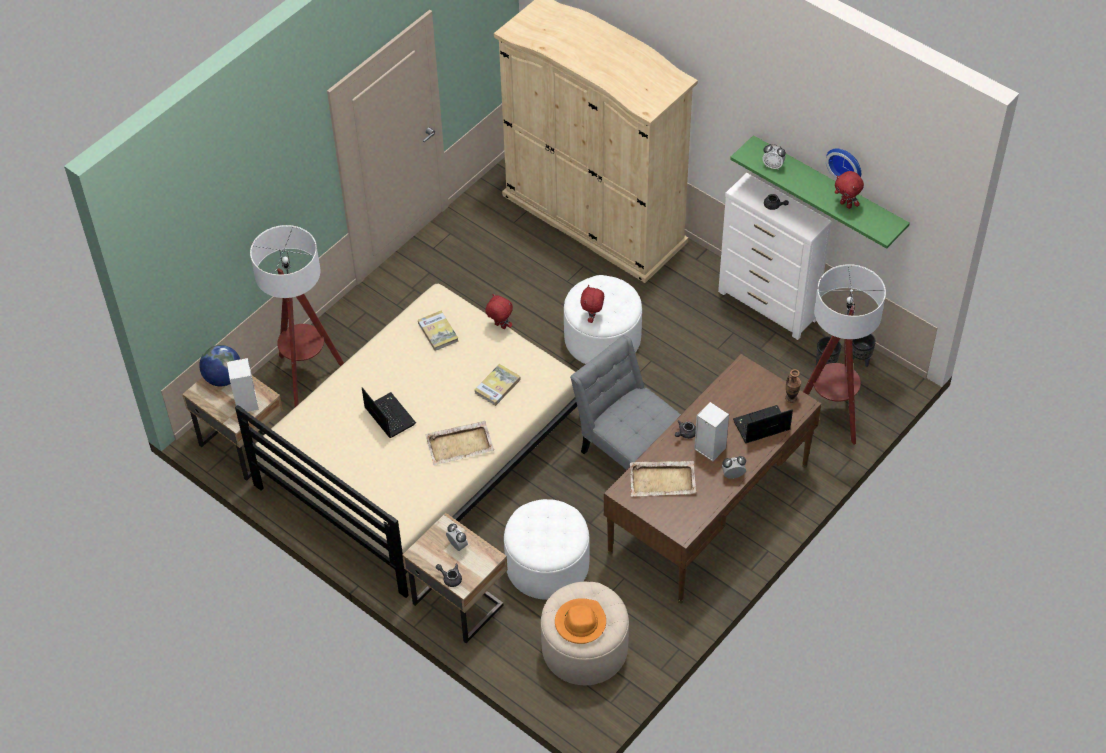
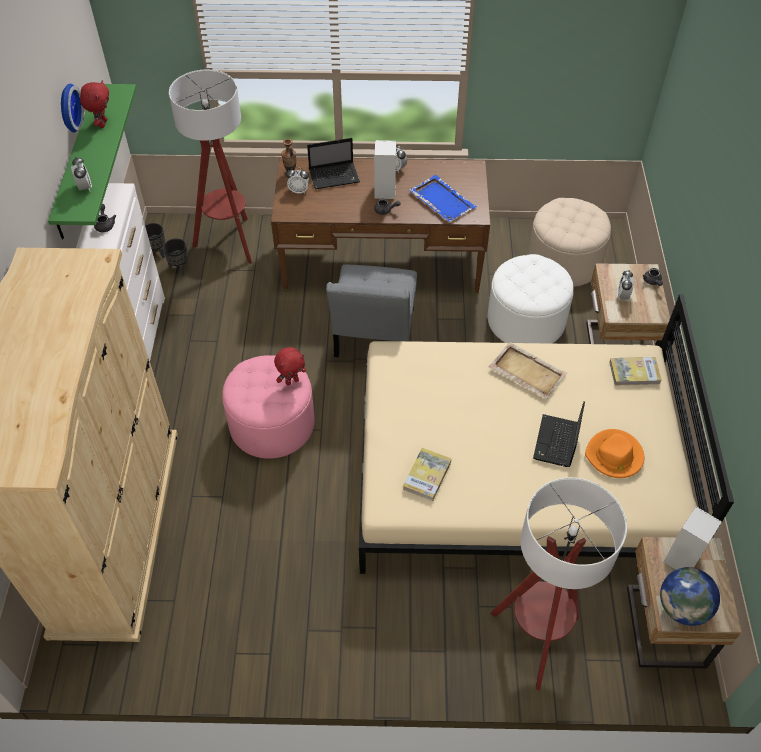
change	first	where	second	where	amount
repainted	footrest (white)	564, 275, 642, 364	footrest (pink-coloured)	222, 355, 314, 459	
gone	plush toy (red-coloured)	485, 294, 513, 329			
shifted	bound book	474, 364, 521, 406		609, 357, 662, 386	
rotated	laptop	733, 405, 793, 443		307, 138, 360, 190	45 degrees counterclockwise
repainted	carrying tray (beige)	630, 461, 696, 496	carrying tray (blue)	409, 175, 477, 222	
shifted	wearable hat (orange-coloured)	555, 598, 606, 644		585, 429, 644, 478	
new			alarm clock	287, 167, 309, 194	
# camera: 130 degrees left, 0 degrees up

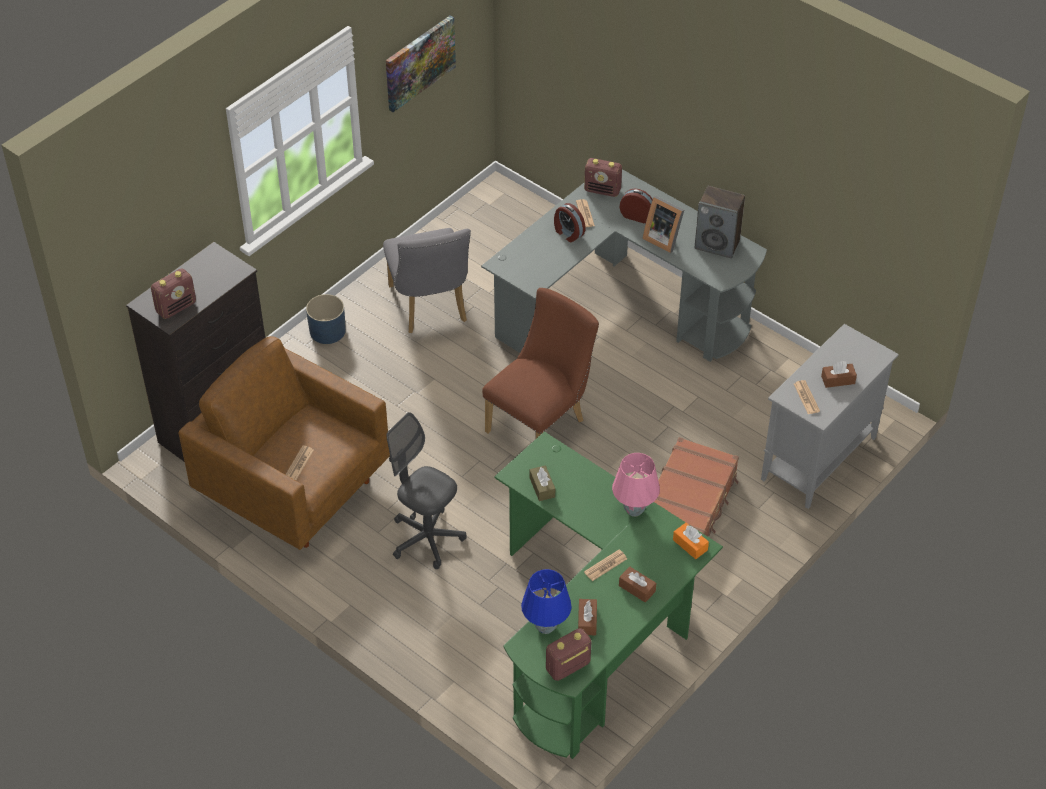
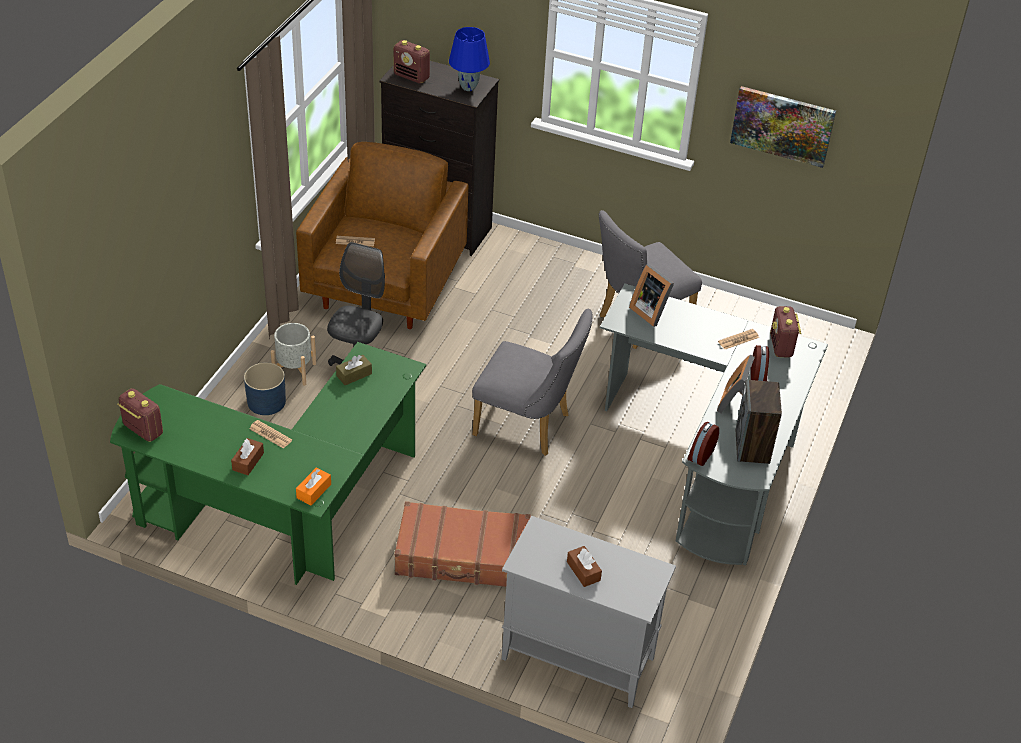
change	first	where	second	where	amount
shifted	alarm clock	554, 203, 585, 242		687, 422, 719, 466	
repainted	upright chair (brown)	482, 288, 599, 439	upright chair (grey)	472, 309, 593, 456	
shifted	planter (blue)	306, 294, 346, 344		244, 363, 286, 415	
gone	newspaper	794, 380, 820, 414			
gone	table lamp (pink-coloured)	612, 453, 660, 517			
shifted	table lamp (blue)	521, 569, 572, 634		449, 27, 490, 91	
gone	tissue holder (brown)	578, 599, 597, 635			
new			picture frame	629, 264, 674, 327	
new			planter (grey)	271, 323, 316, 386	
# camera: 70 degrees right, 5 degrees down

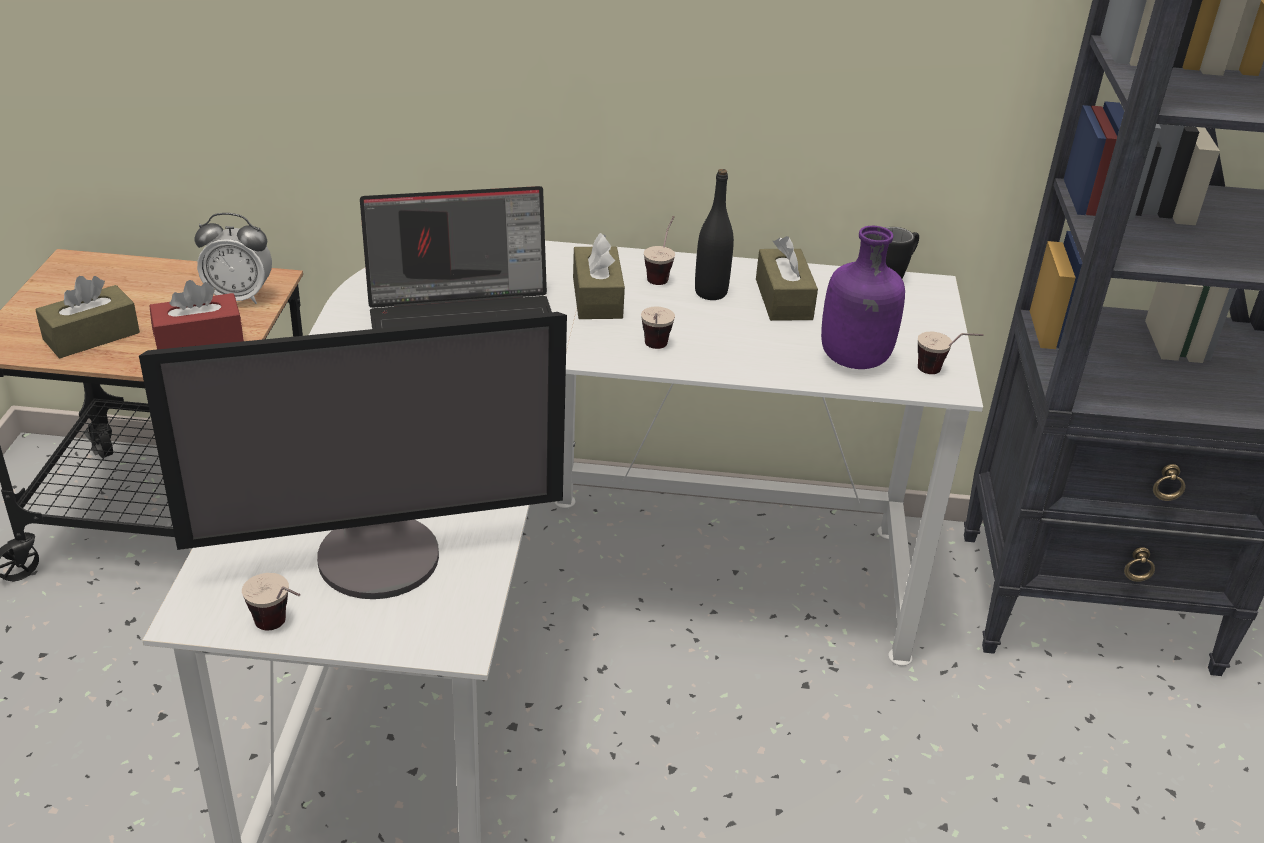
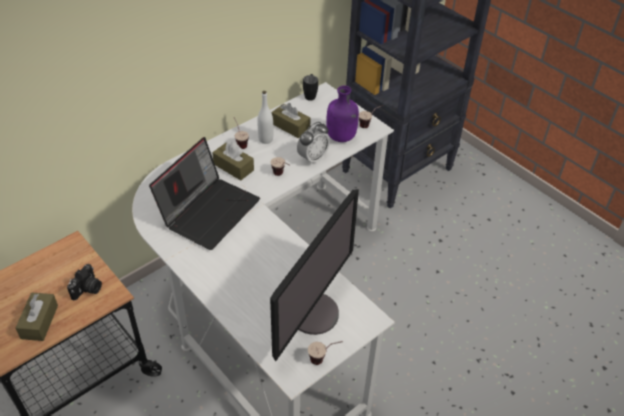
change	first	where	second	where	amount
repainted	beverage bottle (blackish)	695, 169, 734, 300	beverage bottle (white)	257, 91, 273, 144	
shifted	alarm clock	194, 213, 272, 304		297, 122, 330, 165	
swapped	tissue holder (red-coloured)	149, 280, 244, 349	photo camera	67, 264, 102, 300	
# camera: 45 degrees left, 10 degrees up

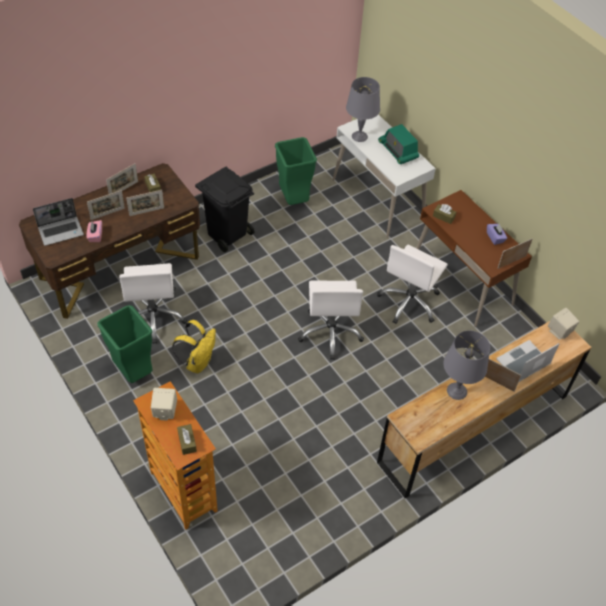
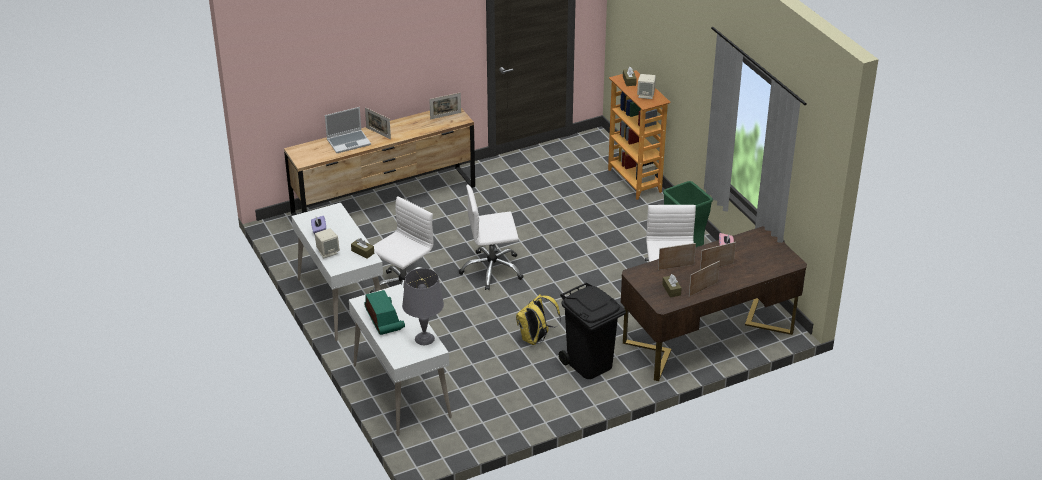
change	first	where	second	where	amount
gone	waste bin (greenish)	275, 137, 317, 205			
repainted	desk (brown)	416, 190, 532, 327	desk (white)	292, 203, 383, 341	
gone	laptop	33, 198, 84, 246			
shifted	picture frame	497, 238, 533, 269		429, 92, 461, 119	
rotated	desk chair (white)	298, 280, 364, 360		459, 185, 524, 290	105 degrees counterclockwise
shifted	speaker (beige)	548, 308, 579, 340		315, 228, 340, 258	
shifted	rucksack (yellow)	172, 320, 216, 373		516, 294, 561, 345	
gone	table lamp (grey)	443, 331, 490, 400			
# camera: 170 degrees left, 15 degrees down

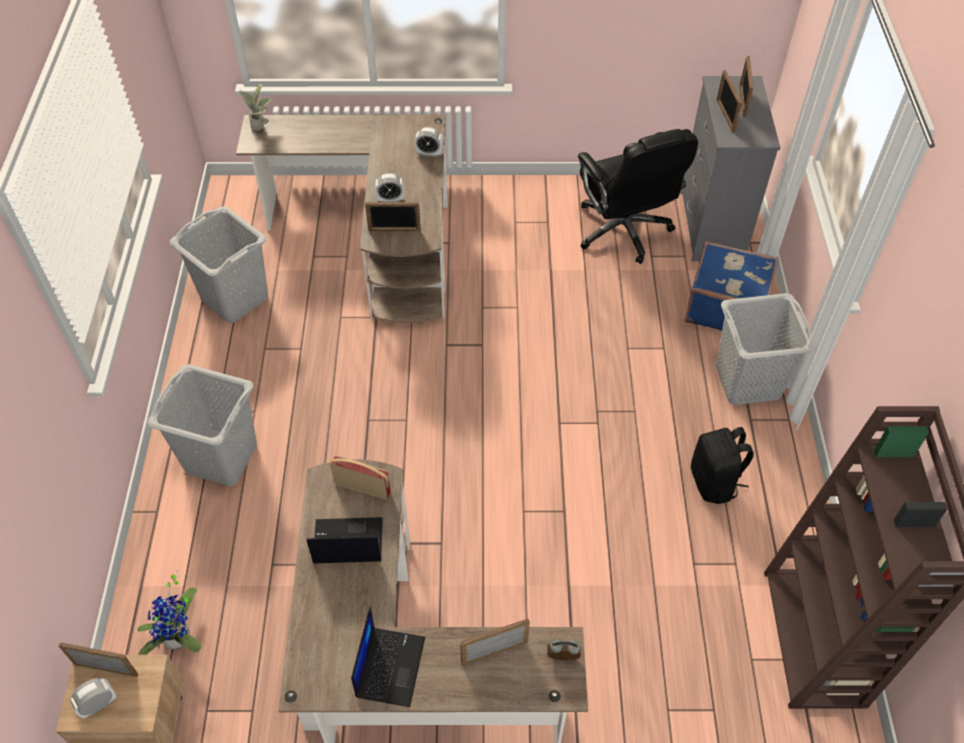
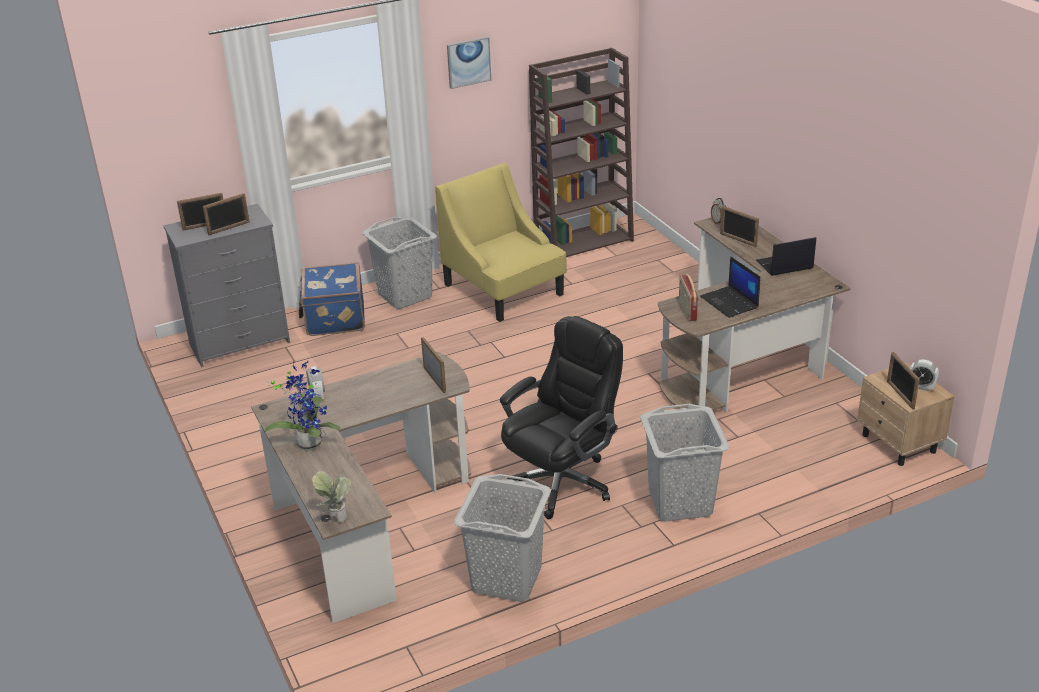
change	first	where	second	where	amount
shifted	desk chair (blackish)	578, 129, 698, 264		500, 316, 623, 519	
gone	alarm clock	375, 173, 404, 202			
swapped	rucksack (blackish)	691, 427, 754, 504	easy chair (yellow)	435, 163, 567, 322	
shifted	potted plant	137, 570, 201, 655		265, 361, 340, 450	
new			picture	447, 37, 491, 89	
# camera: 115 degrees left, 20 degrees down

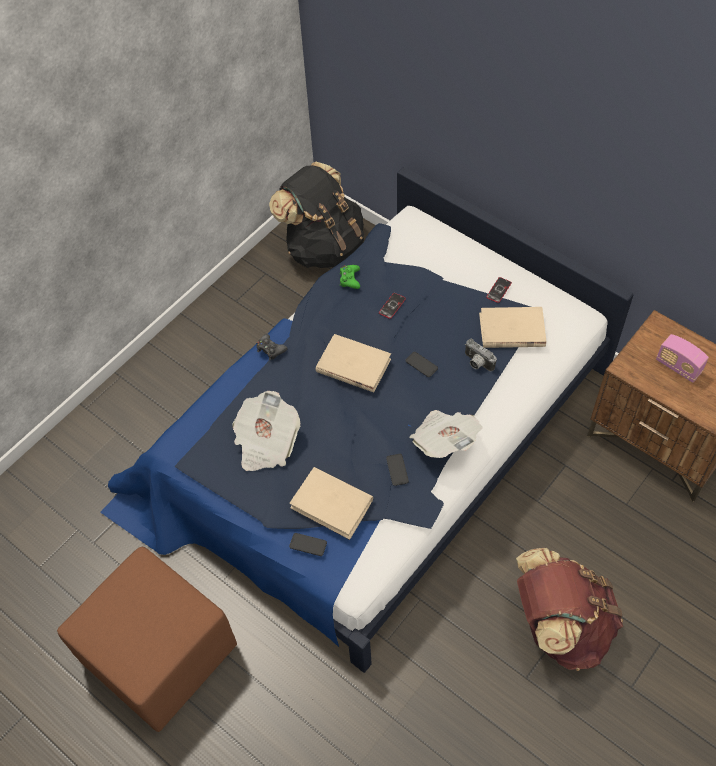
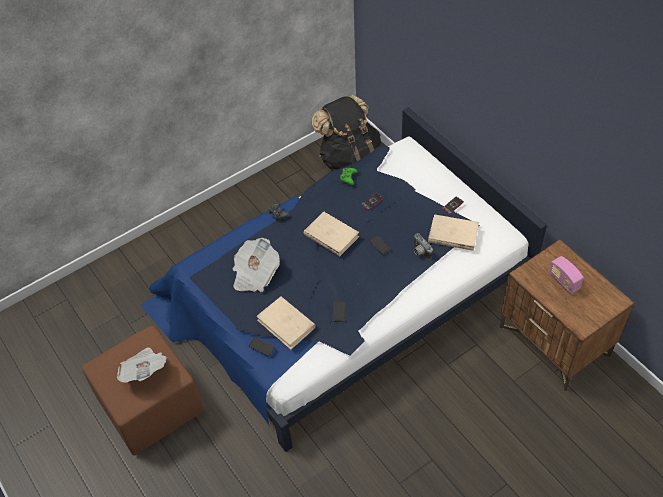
change	first	where	second	where	amount
shifted	newspaper	409, 410, 483, 458		117, 347, 167, 383	
gone	rucksack (brown)	516, 548, 623, 671			
# camera: 15 degrees right, 5 degrees down

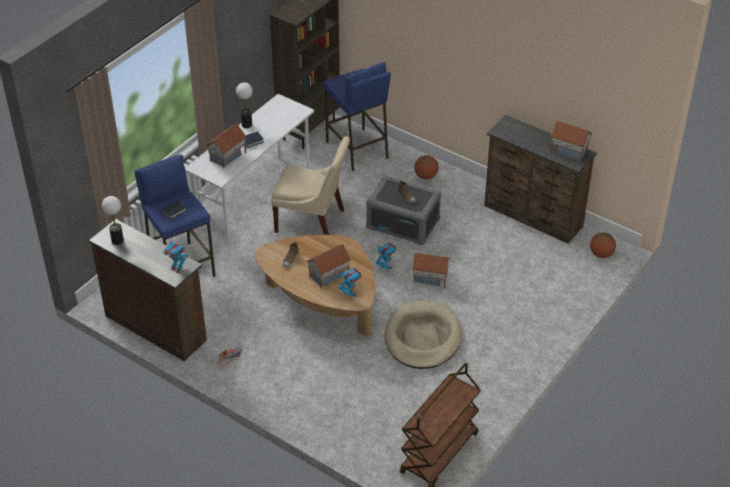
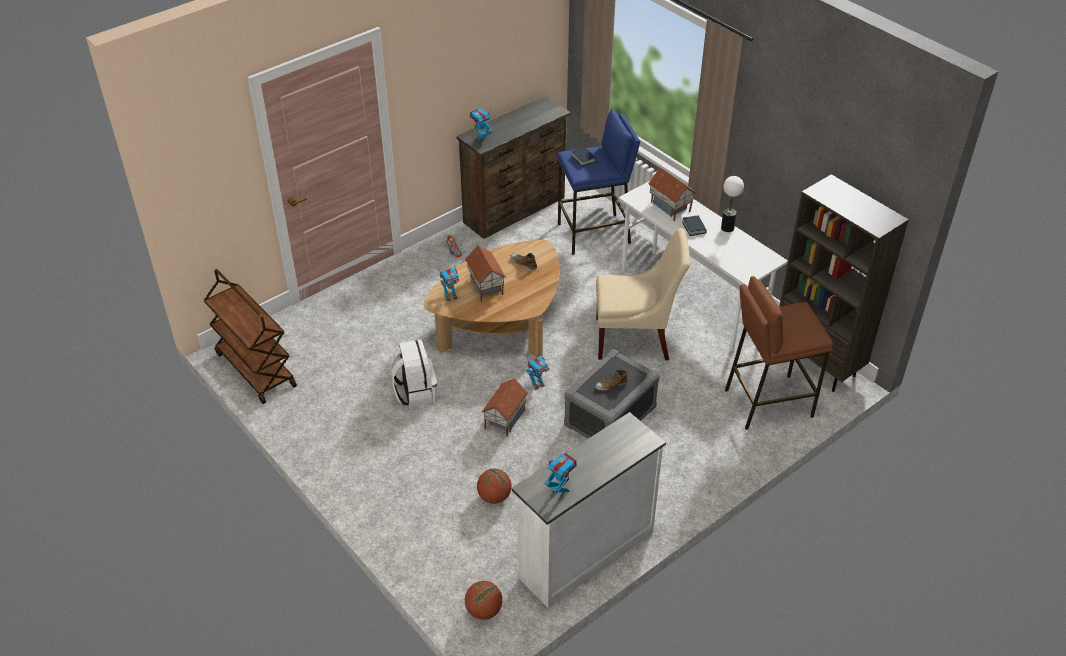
change	first	where	second	where	amount
repainted	stool (blue)	324, 62, 391, 171	stool (brown)	725, 276, 833, 430	
repainted	chest of drawers (brown)	484, 115, 597, 244	chest of drawers (white)	512, 412, 666, 608	
swapped	miniature house	550, 121, 593, 162	robot figure	545, 453, 577, 497	
rotated	upright chair (beige)	271, 136, 350, 235		596, 228, 690, 360	120 degrees counterclockwise
shifted	ball for basketball	414, 155, 439, 179		477, 469, 512, 504	
gone	table lamp	102, 196, 124, 245			
swapped	dog bed (beige)	384, 301, 462, 369	rucksack (white)	390, 340, 437, 407	
# camera: 105 degrees right, 0 degrees up

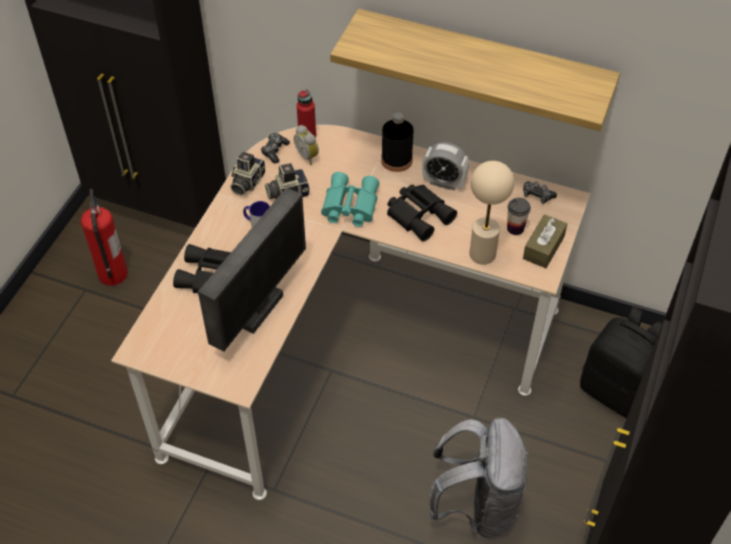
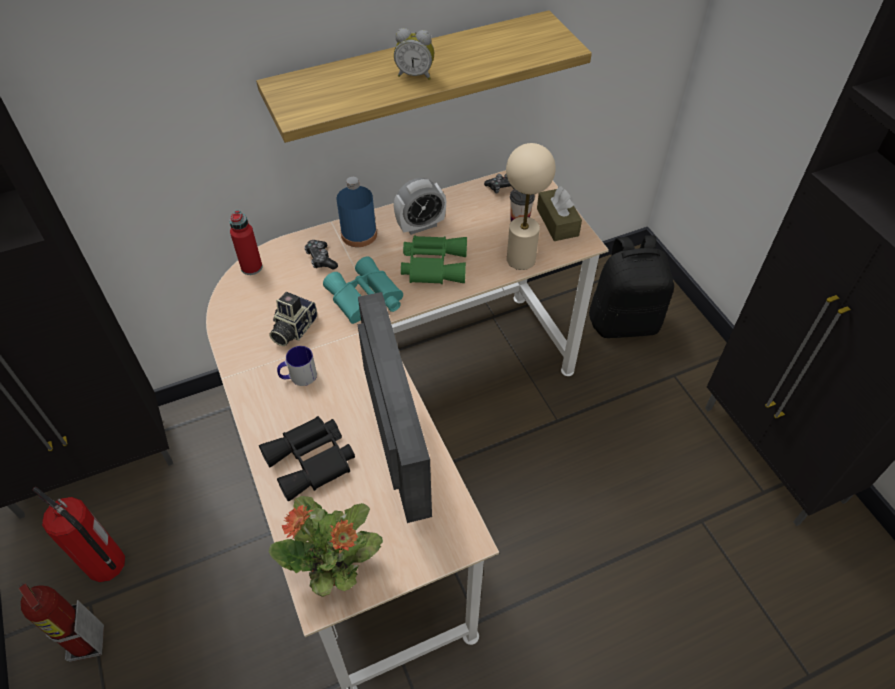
change	first	where	second	where	amount
repainted	beverage bottle (blackish)	381, 112, 414, 172	beverage bottle (blue)	337, 177, 377, 247	
shifted	alarm clock	294, 125, 319, 165		394, 28, 434, 80	
shifted	gamepad	261, 133, 290, 163		304, 240, 338, 270	
gone	photo camera	230, 152, 265, 196			
repainted	binoculars (blackish)	387, 185, 457, 242	binoculars (greenish)	401, 235, 467, 284	
gone	rucksack (grey)	428, 418, 529, 538			
new			potted plant	268, 496, 383, 597	
new			extinguisher	18, 583, 104, 662	
# camera: 45 degrees left, 0 degrees up

